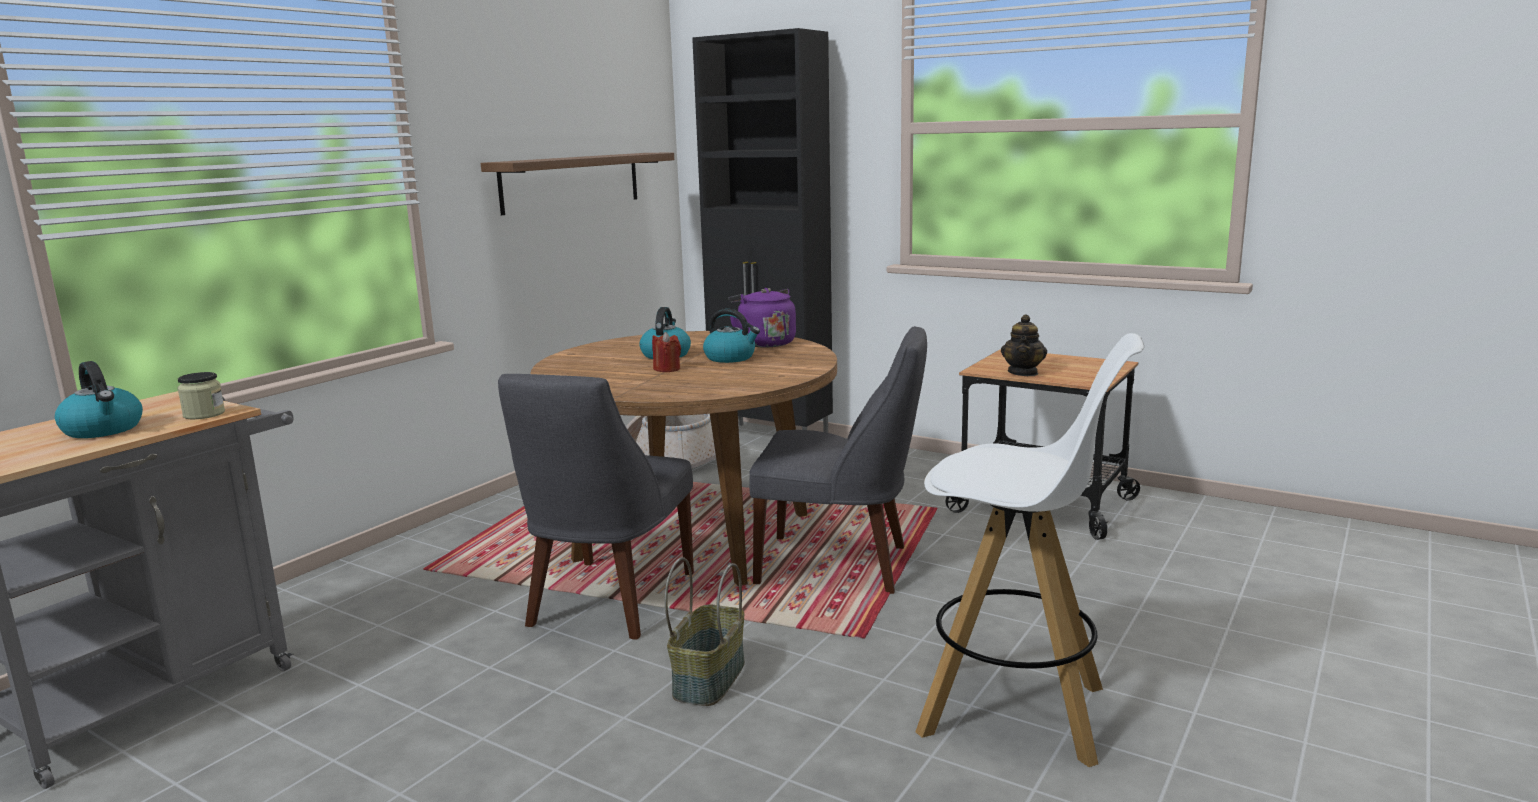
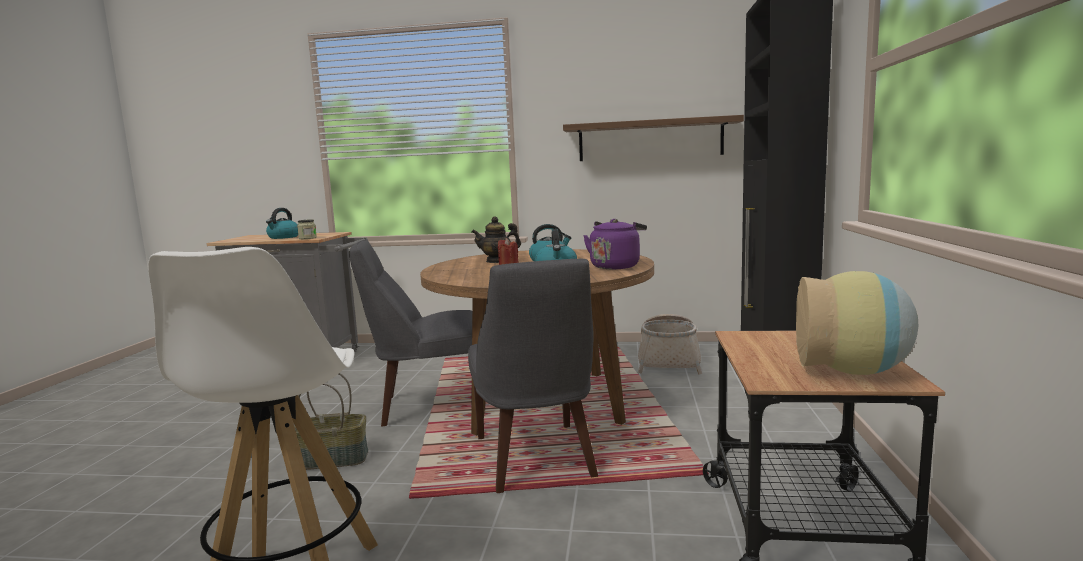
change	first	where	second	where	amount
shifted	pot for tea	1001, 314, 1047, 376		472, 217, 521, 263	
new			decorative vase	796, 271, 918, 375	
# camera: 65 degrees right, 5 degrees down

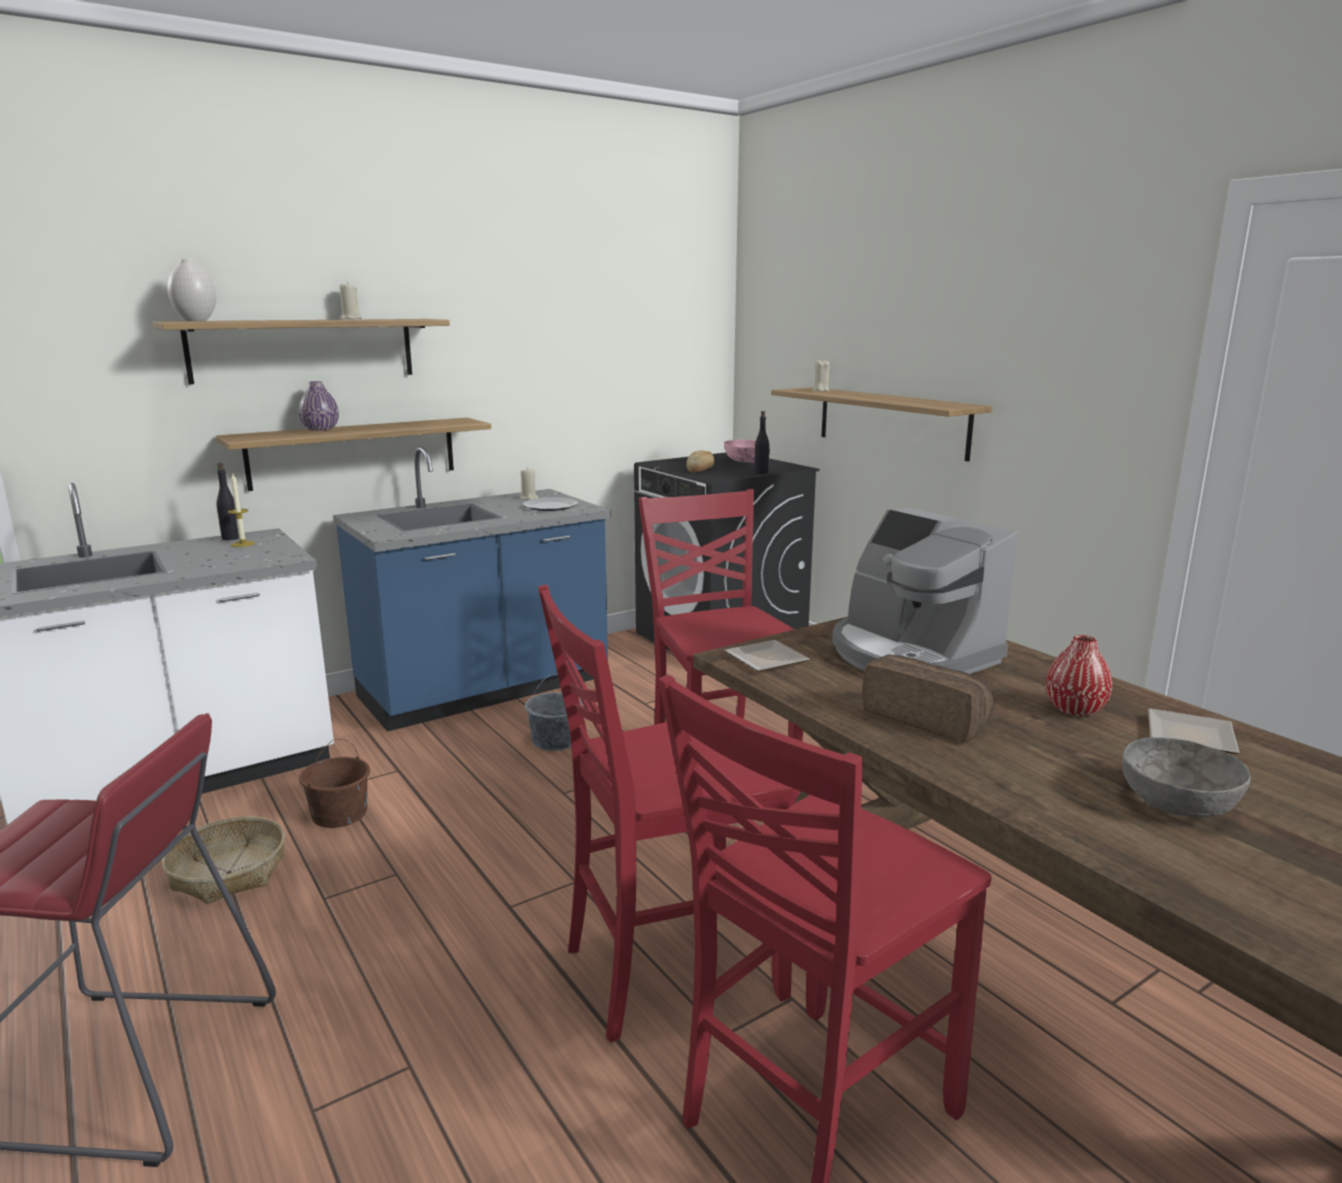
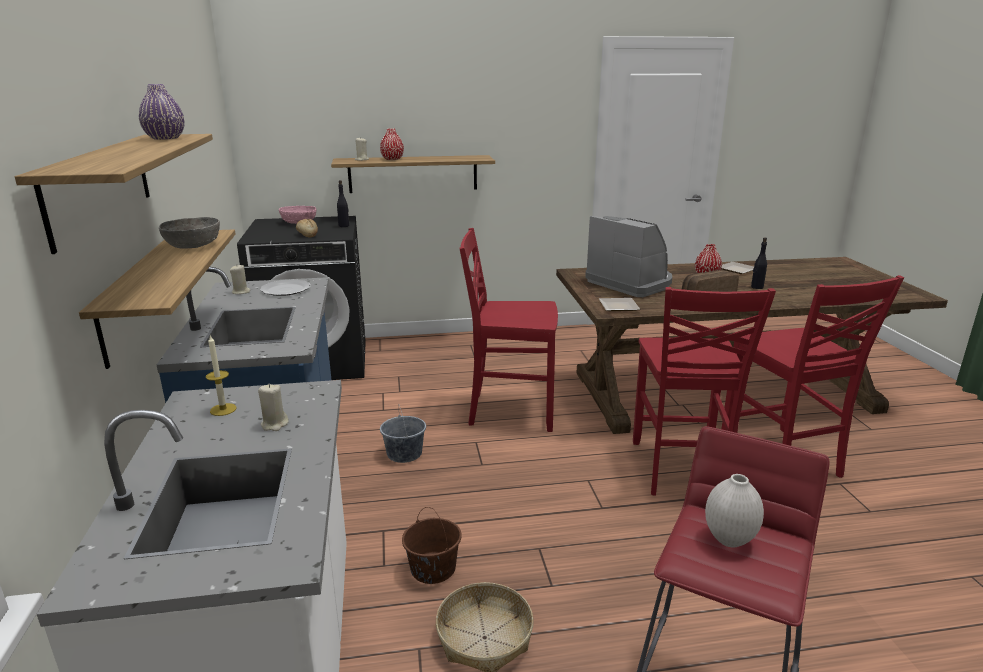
change	first	where	second	where	amount
shifted	decorative vase (white)	167, 259, 216, 321		705, 474, 764, 547	
shifted	wax light (beige)	340, 282, 362, 319		258, 384, 289, 431	
shifted	decorative vase (purplish)	298, 381, 339, 431		139, 84, 185, 140	
shifted	beverage bottle (blackish)	216, 463, 239, 540		751, 237, 767, 289	
rotated	coffee machine	832, 508, 1018, 674		585, 216, 672, 297	120 degrees counterclockwise
shifted	serving bowl (grey)	1122, 737, 1251, 817		159, 217, 220, 249	
new			decorative vase (red-coloured)	380, 128, 404, 160	
# camera: 65 degrees left, 5 degrees up

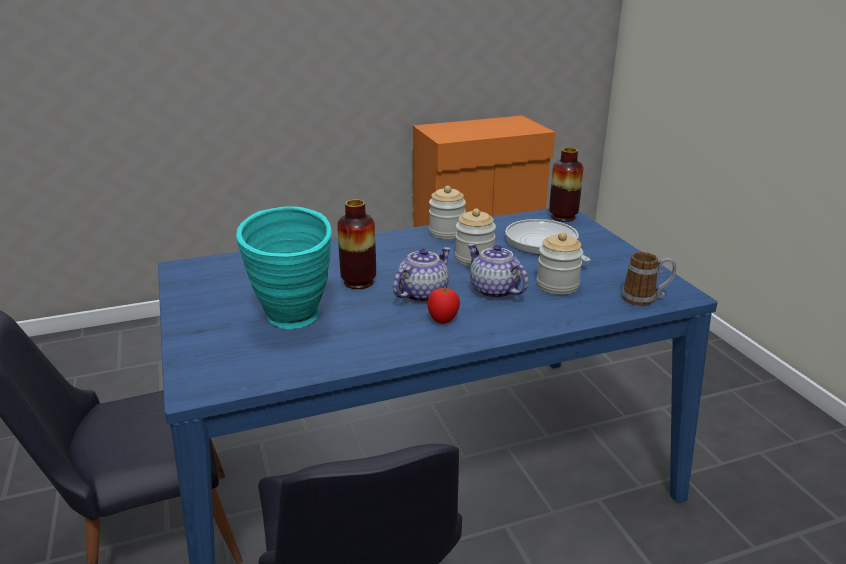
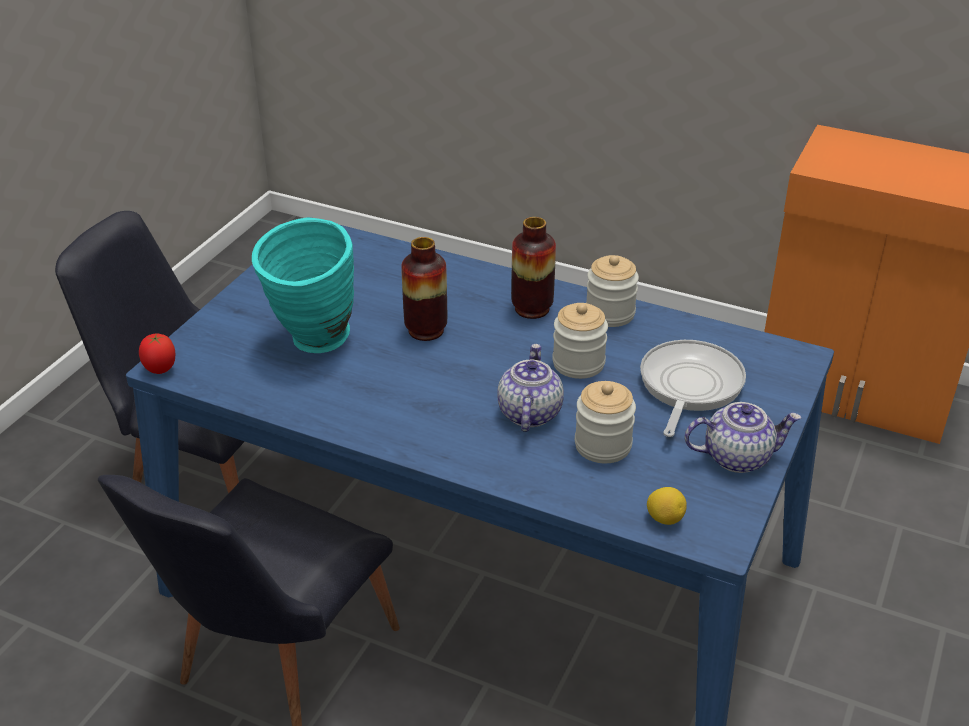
change	first	where	second	where	amount
shifted	decorative vase	549, 148, 584, 222		511, 217, 556, 319	
shifted	pot for tea	393, 247, 451, 303		684, 402, 801, 473	
swapped	tea mug	622, 252, 676, 306	lemon	647, 487, 687, 525	
shifted	fresh tomato	427, 288, 460, 324		139, 334, 175, 374	
# camera: 45 degrees right, 10 degrees up

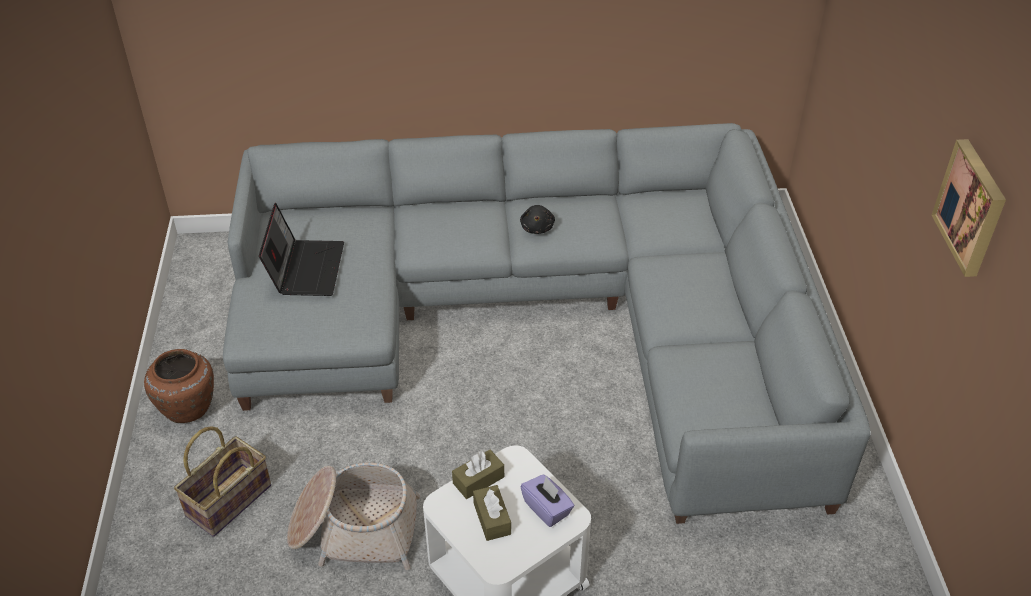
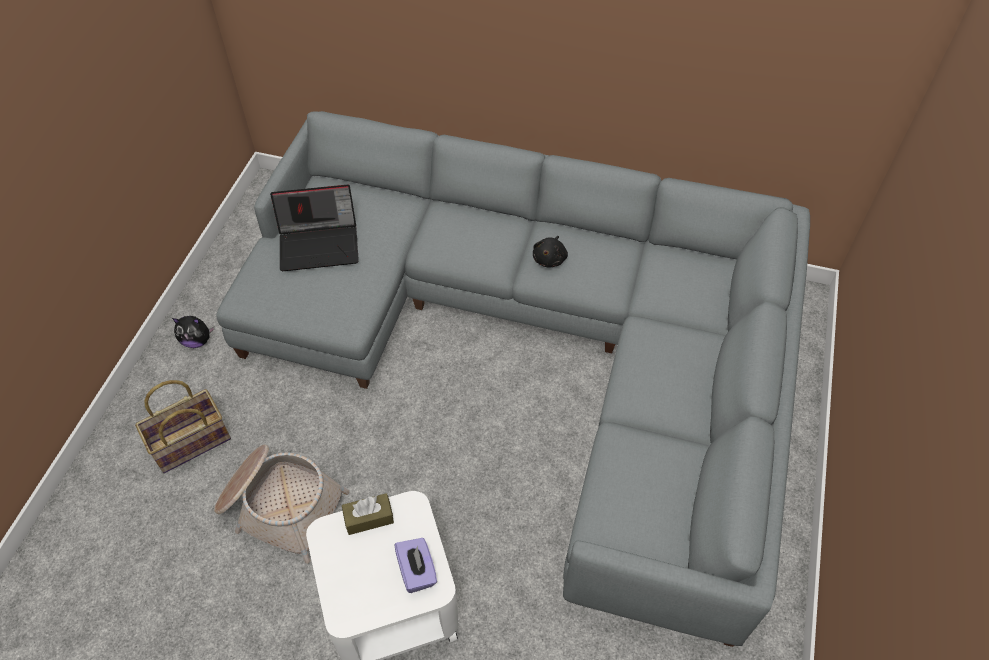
change	first	where	second	where	amount
gone	picture	932, 139, 1006, 277			
rotated	laptop	259, 203, 344, 296		270, 185, 359, 271	60 degrees clockwise
swapped	decorative vase (brown)	144, 349, 214, 423	plush toy	172, 316, 215, 348	
gone	tissue holder (brown)	473, 485, 511, 541			
# camera: 20 degrees right, 10 degrees up

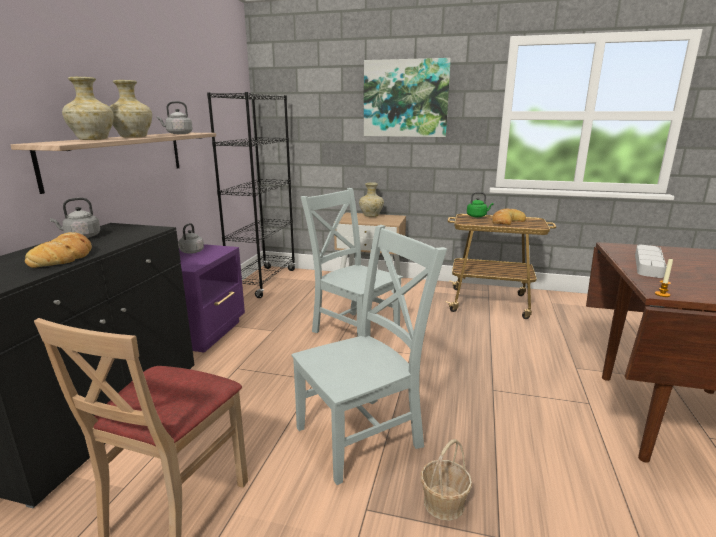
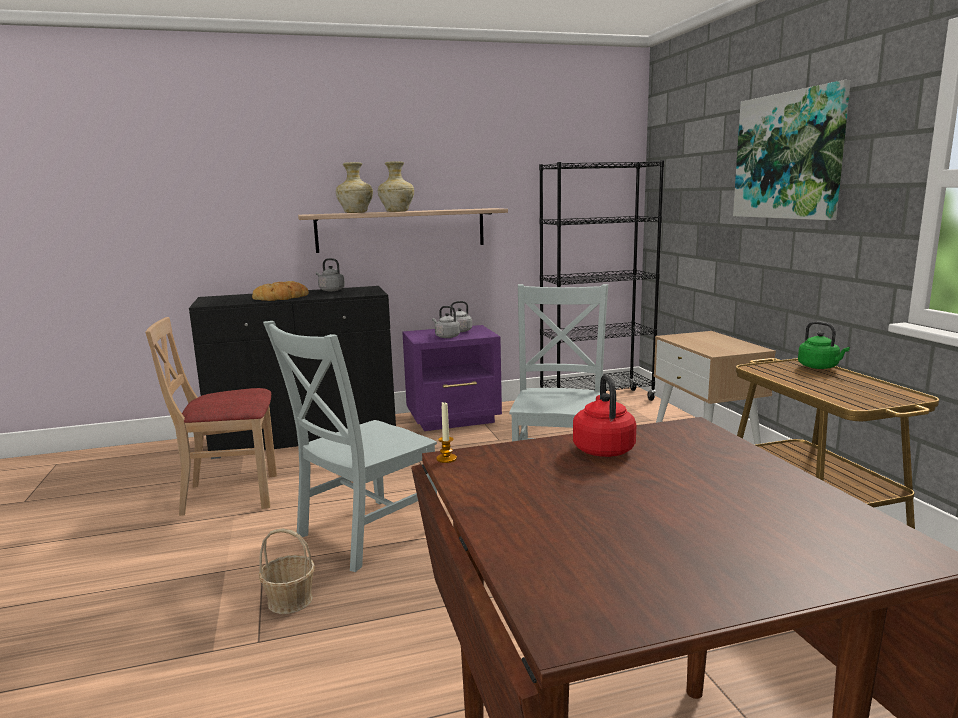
change	first	where	second	where	amount
shifted	kettle (grey)	157, 101, 193, 134		432, 306, 460, 338	
gone	decorative vase (beige)	359, 182, 384, 217			
gone	baked bread	492, 208, 526, 225			
rotated	upright chair (grey)	291, 225, 447, 485		263, 321, 437, 572	105 degrees clockwise
swapped	carrying tray (grey)	635, 245, 667, 278	kettle (red-coloured)	573, 374, 636, 457	
# camera: 60 degrees right, 5 degrees down

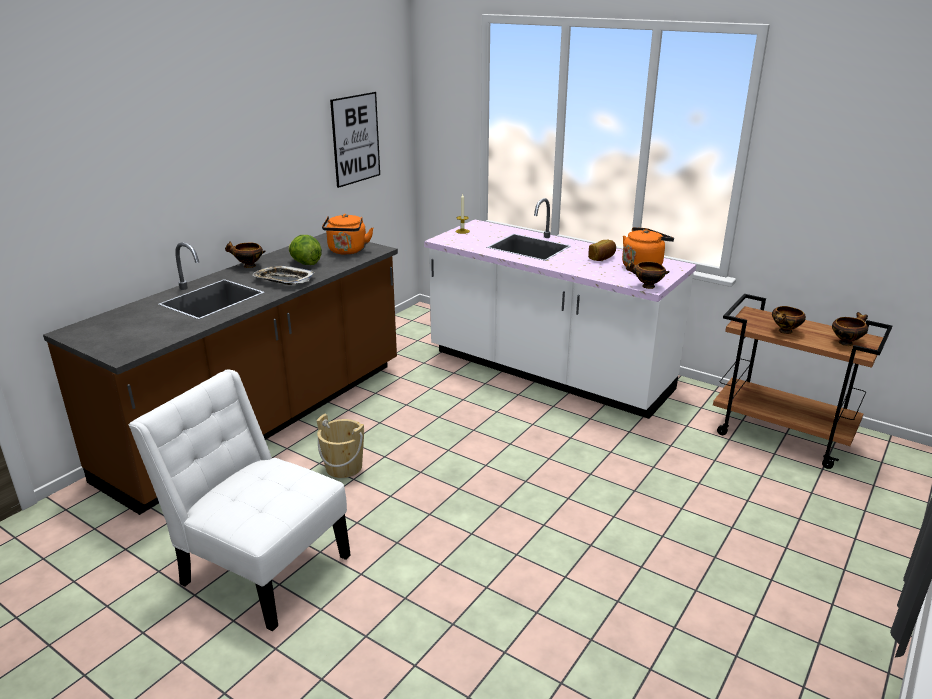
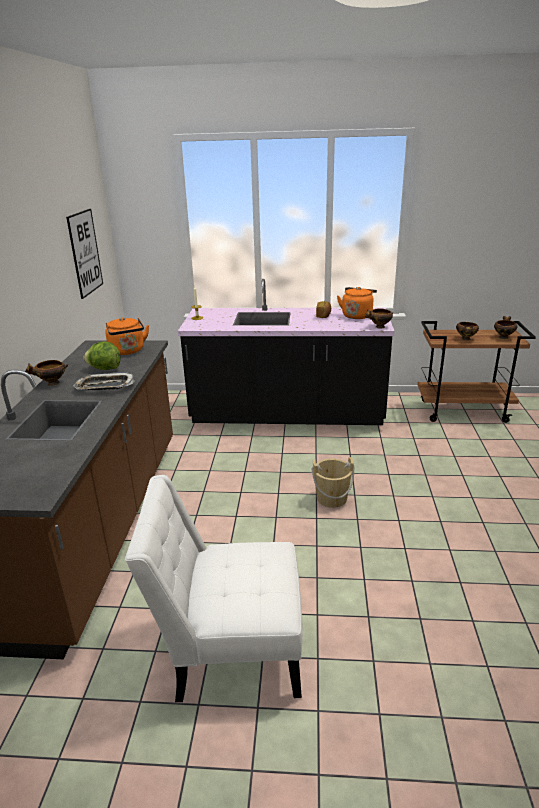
change	first	where	second	where	amount
repainted	counter (white)	424, 198, 696, 419	counter (blackish)	178, 279, 395, 425	
shifted	pail (beige)	316, 414, 364, 478		312, 457, 354, 508	
# camera: 30 degrees left, 0 degrees up

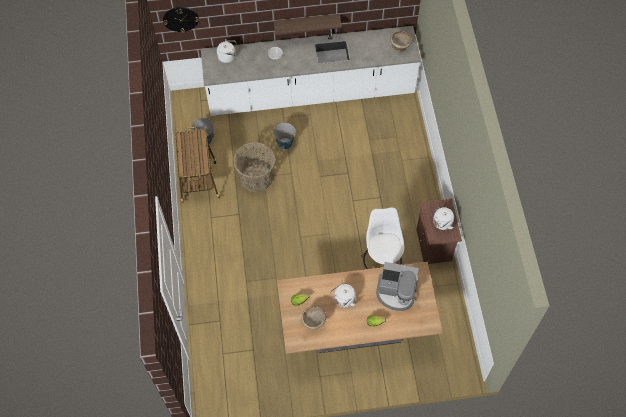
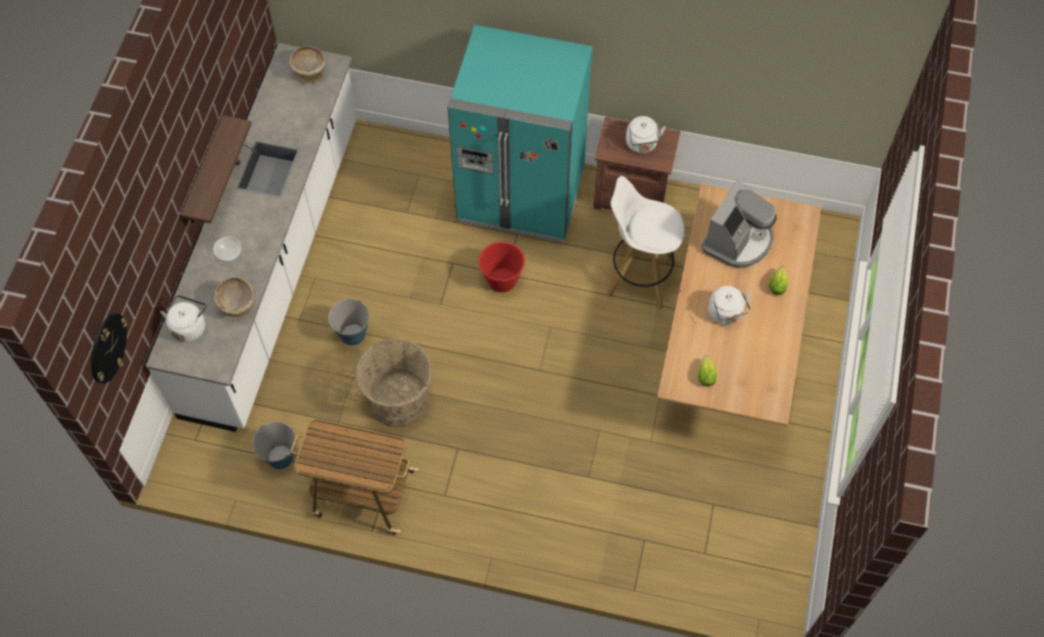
change	first	where	second	where	amount
shifted	serving bowl (beige)	302, 305, 326, 330		214, 277, 255, 317	
new			kitchen fridge (turquoise)	448, 25, 593, 243	
new			pail (red-coloured)	478, 242, 525, 292	
# camera: 70 degrees left, 0 degrees up

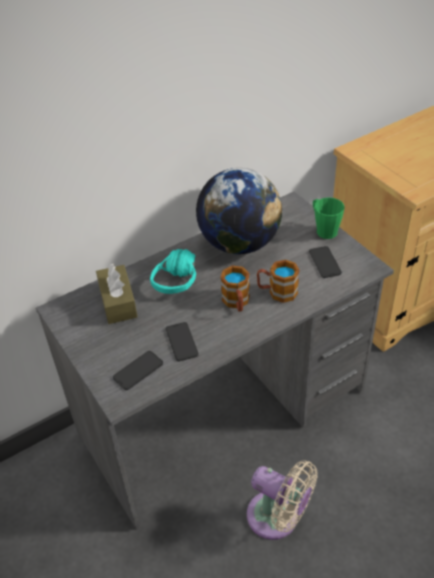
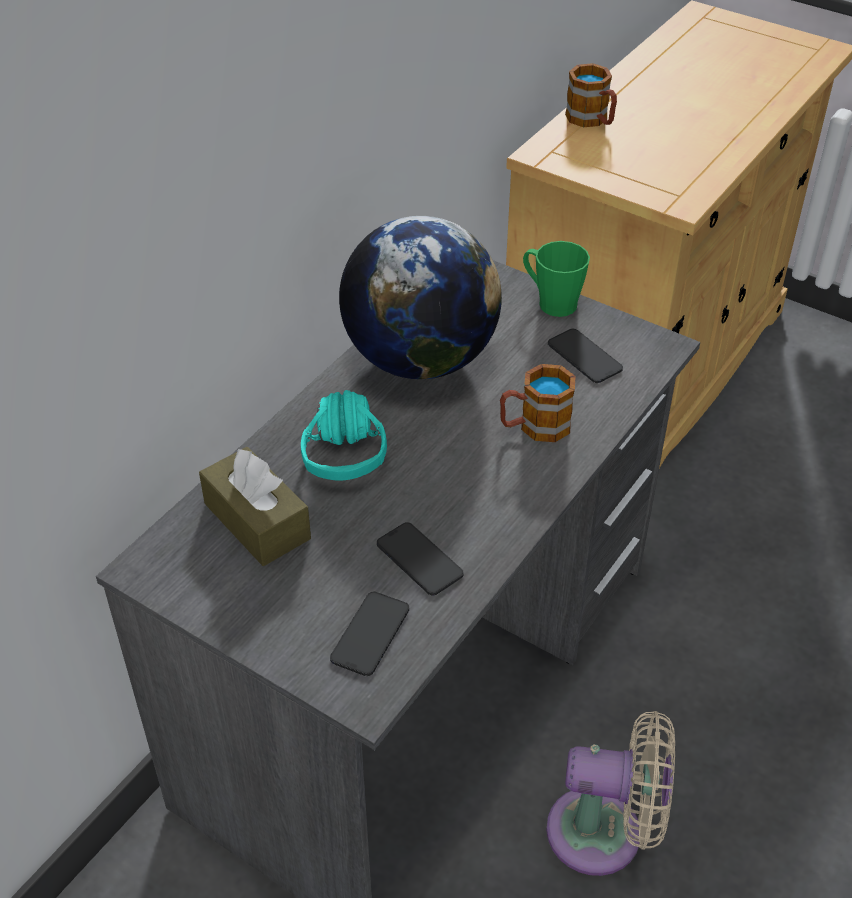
change	first	where	second	where	amount
shifted	tea mug	220, 266, 250, 312		565, 63, 617, 127	
# camera: 25 degrees left, 0 degrees up

